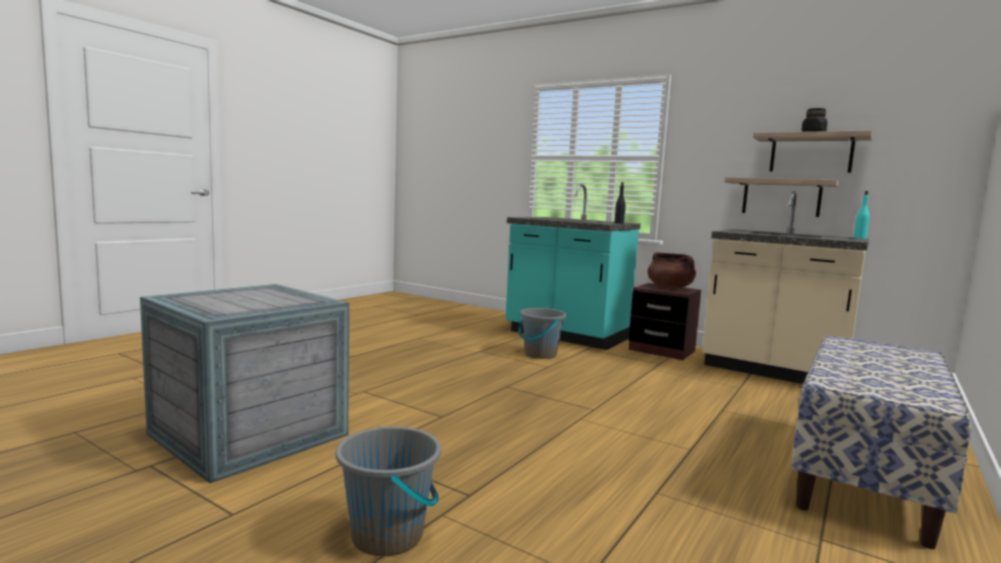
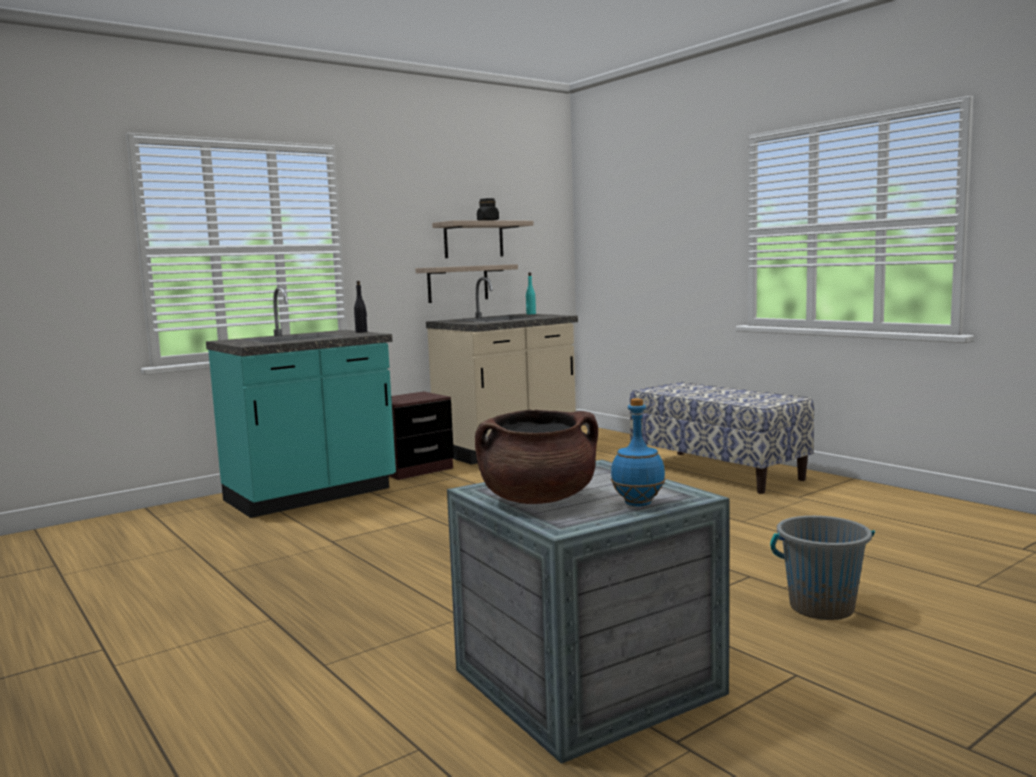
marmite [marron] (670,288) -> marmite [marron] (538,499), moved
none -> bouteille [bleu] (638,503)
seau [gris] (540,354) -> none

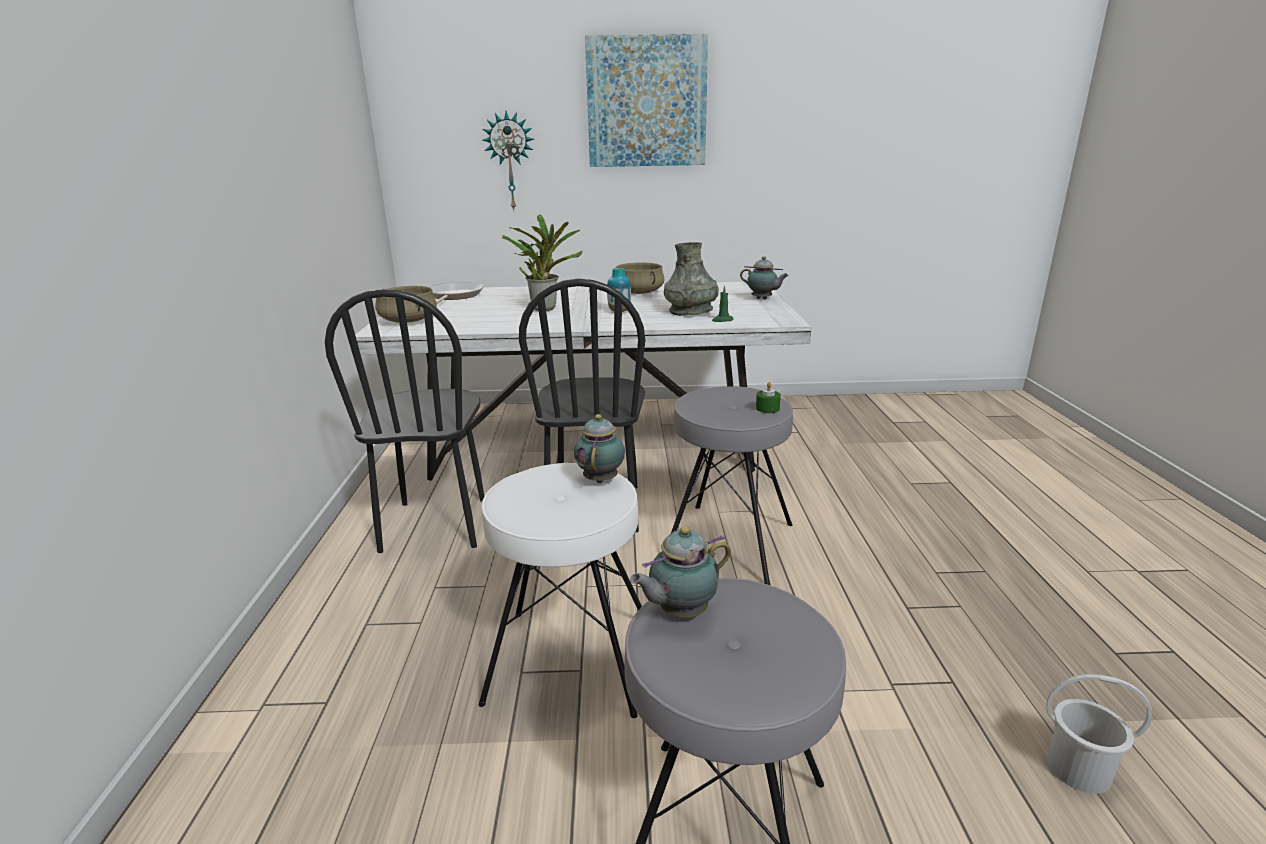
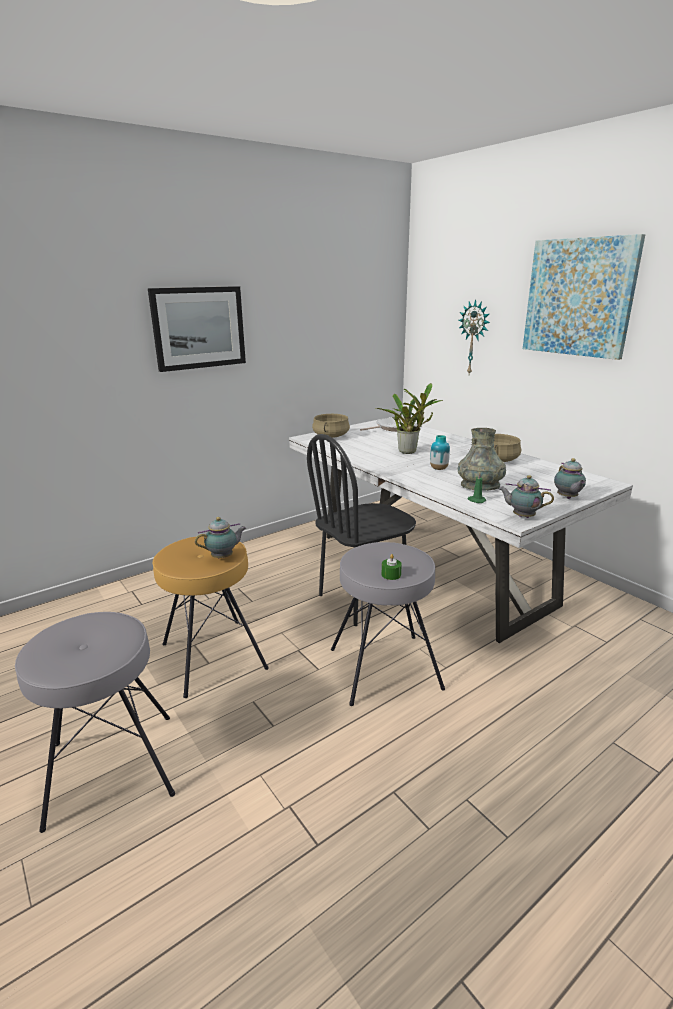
none -> tableau (199,328)
tabouret [blanc] (570,661) -> tabouret [marron] (213,656)
théière (680,612) -> théière (522,516), moved
chaise [noir] (436,524) -> none
seau [blanc] (1079,770) -> none

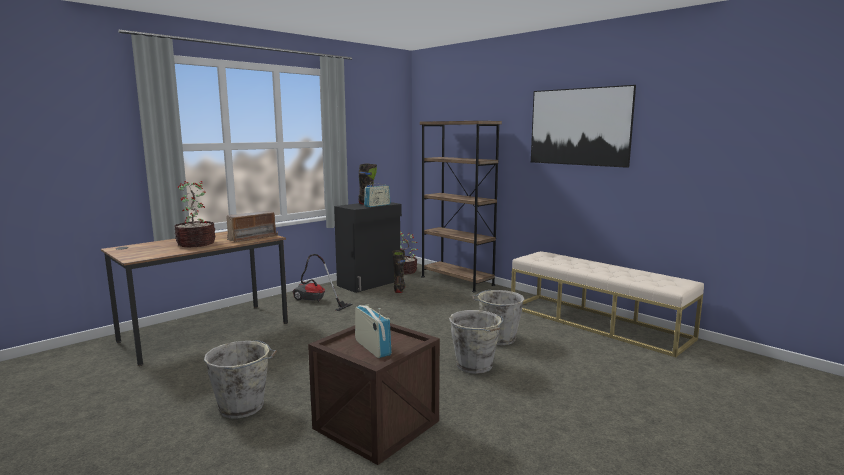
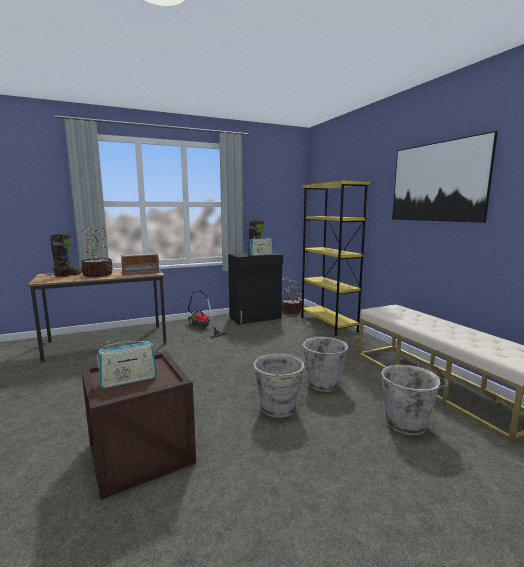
botte [noir] (399,289) -> botte [noir] (69,275), moved
radio (372,347) -> radio (129,381), 75 degrees clockwise
bibliothèque [marron] (457,281) -> bibliothèque [jaune] (328,324)
seau [gris] (243,407) -> seau [gris] (407,424), moved

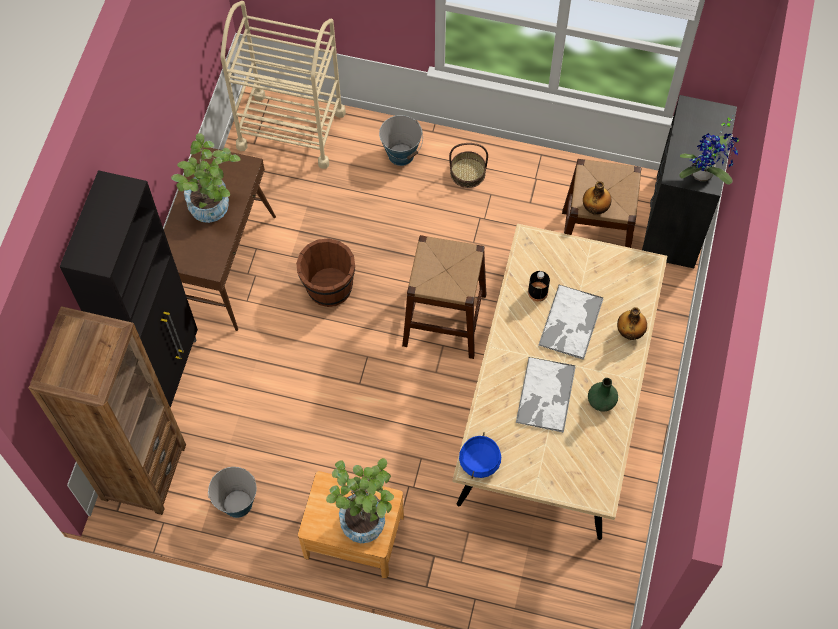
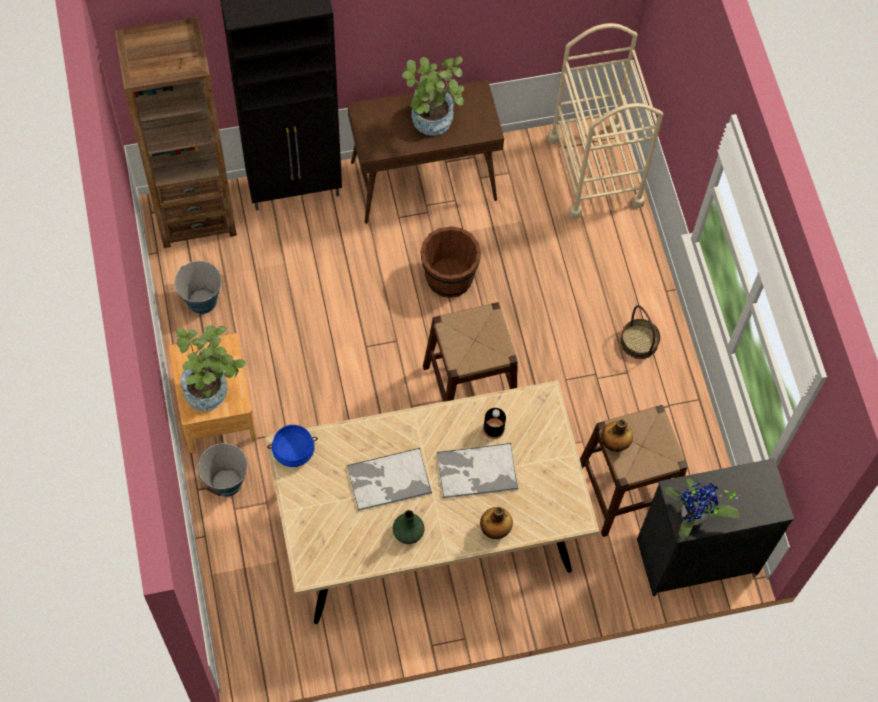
seau (401,154) -> seau (227,482), moved

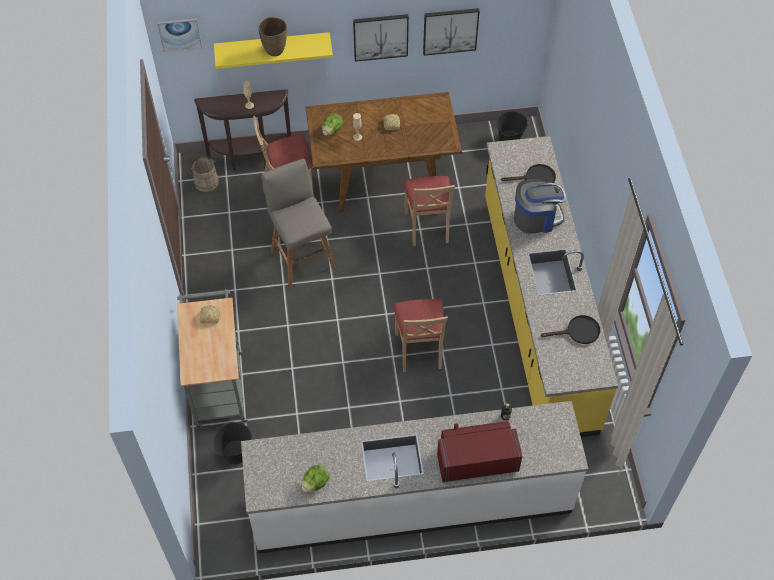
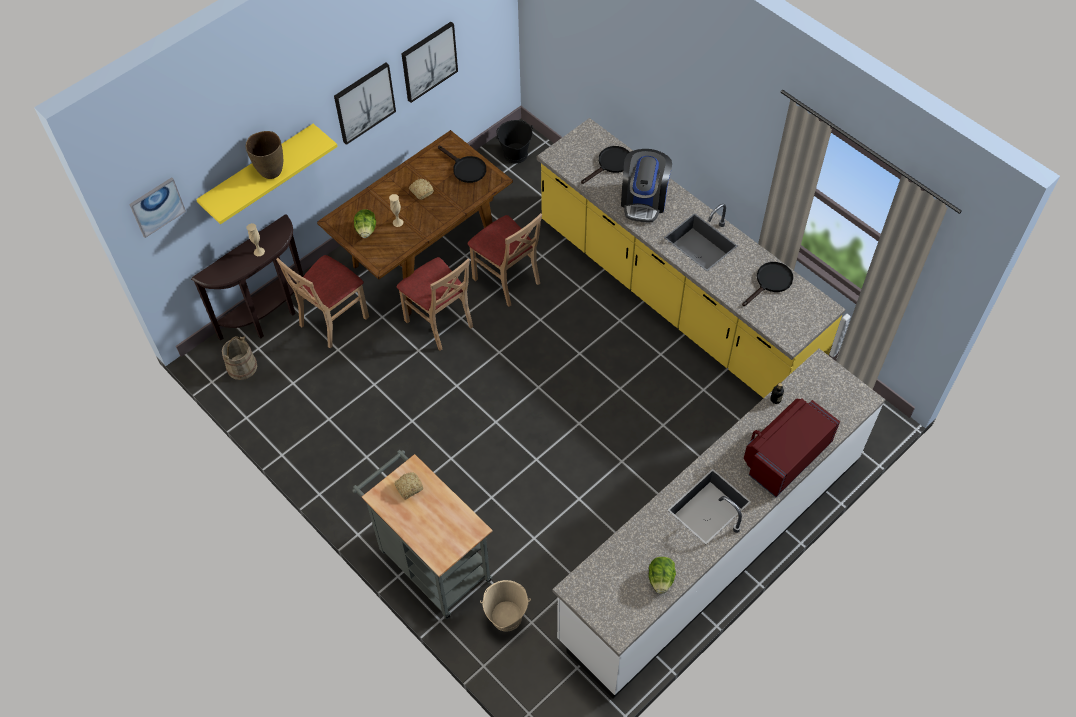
chaise [beige] (419,349) -> chaise [beige] (439,322), moved
none -> poêle [noir] (466,169)
seau [noir] (236,452) -> seau [beige] (506,616)
machine à café (536,218) -> machine à café (644,200), 150 degrees clockwise
tabouret [gris] (302,257) -> none

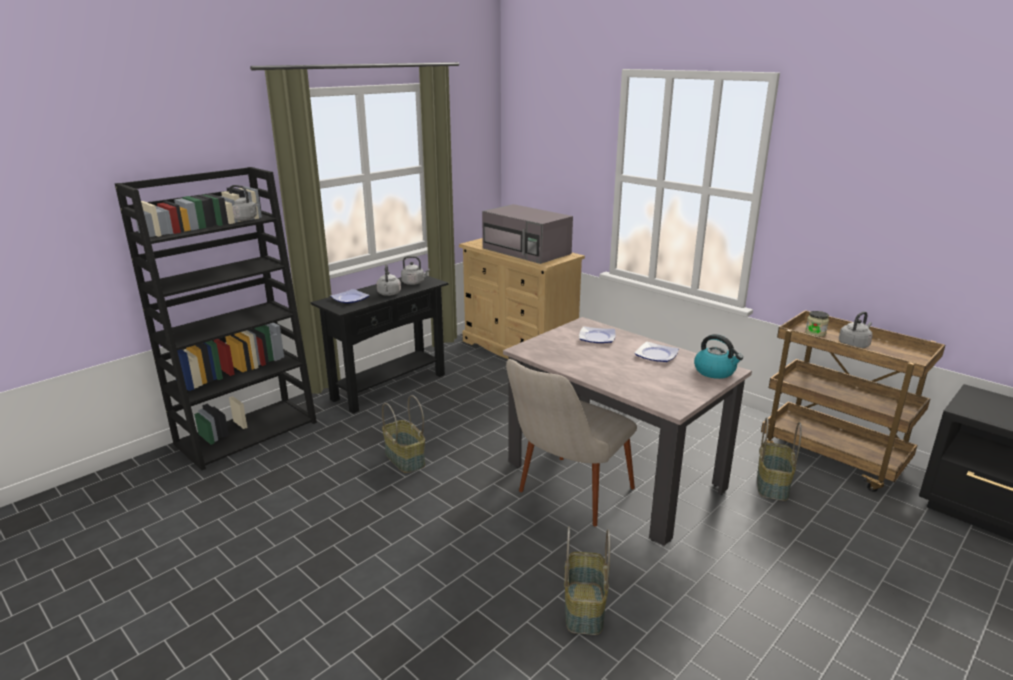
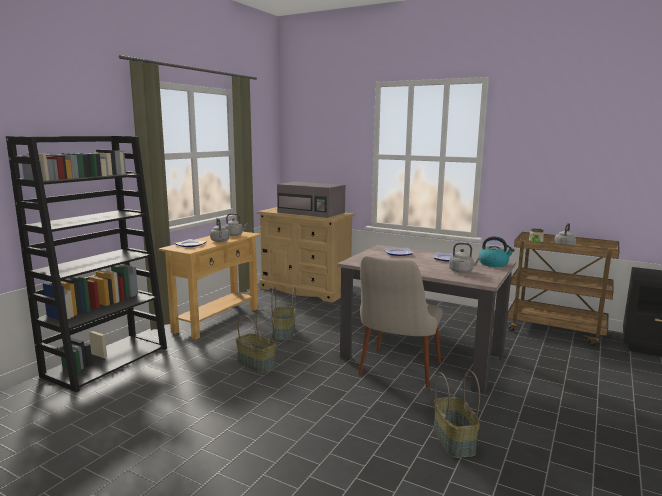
table console [noir] (389,387) -> table console [beige] (217,320)
panier (773,484) -> panier (284,333), moved
bouilloire [gris] (244,219) -> bouilloire [gris] (462,271), moved

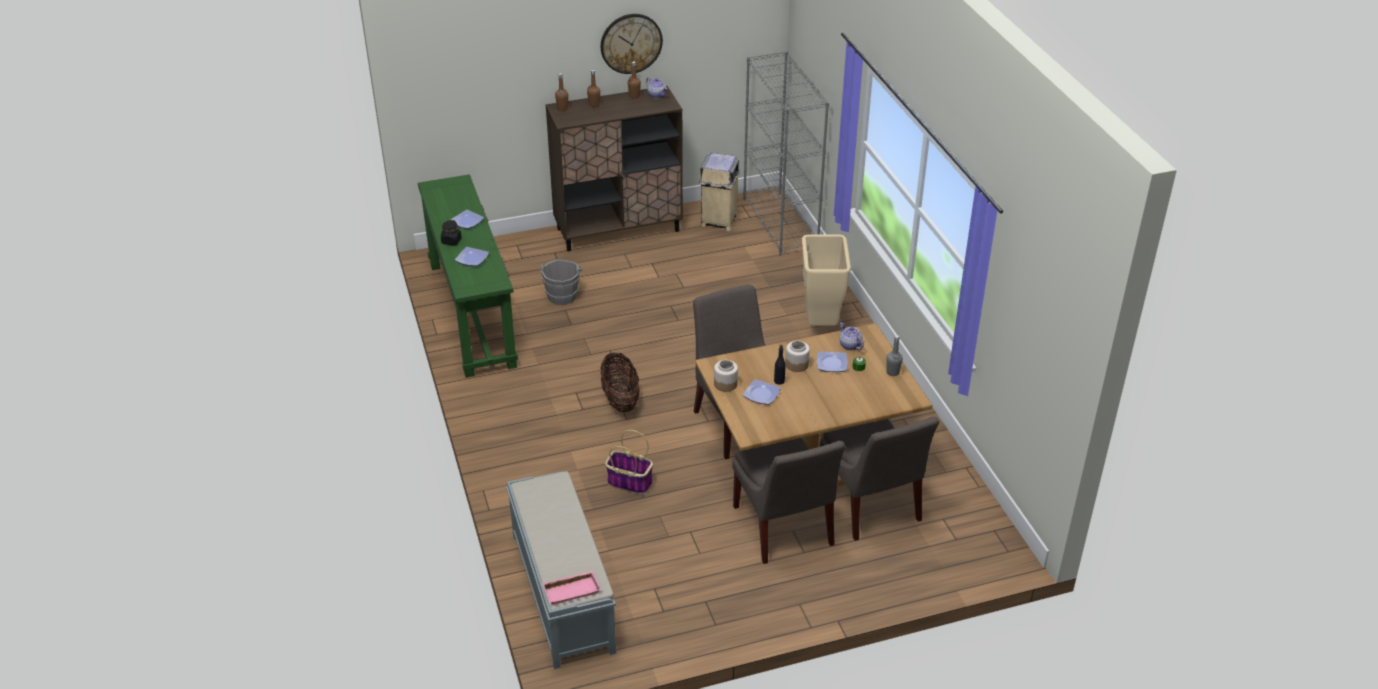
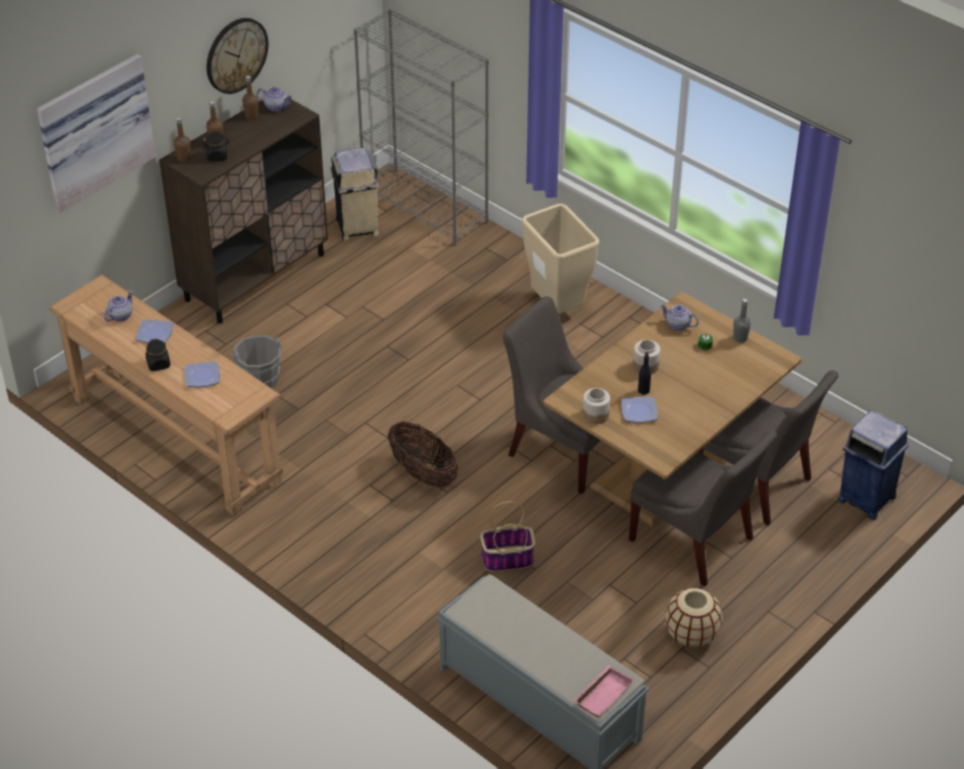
none -> tableau (93,130)
table console [vert] (472,314) -> table console [marron] (175,440)
none -> théière (120,315)
none -> bocal [noir] (217,156)
none -> vase [beige] (691,634)
none -> poubelle [bleu] (865,498)
assiette (831,364) -> none

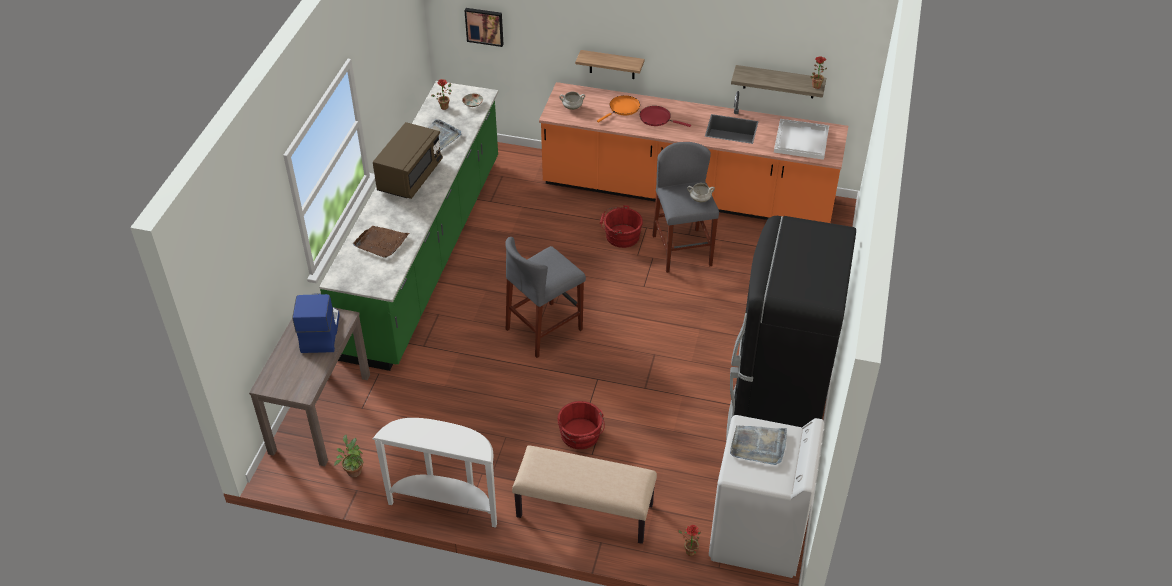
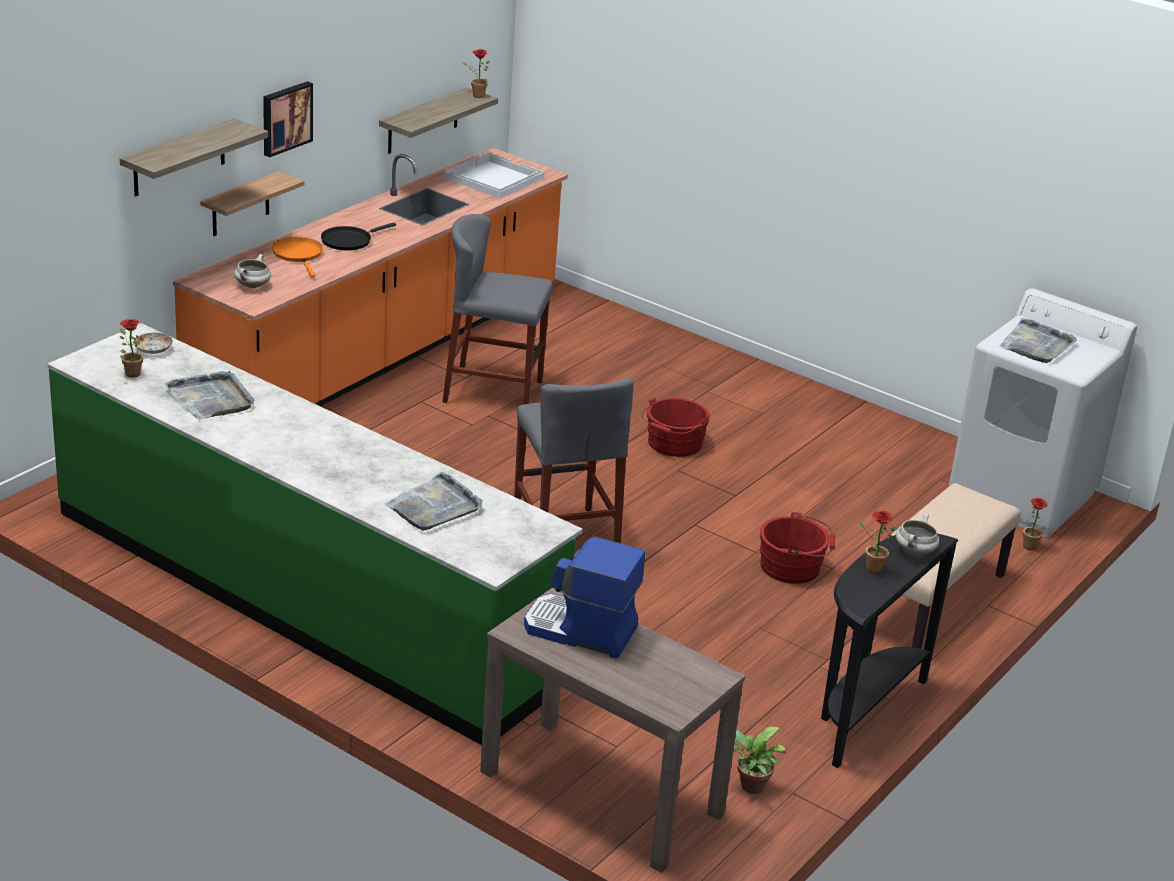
none -> étagère (179,158)
tableau (484,26) -> tableau (285,118), moved
poêle [rouge] (657,118) -> poêle [noir] (349,241)
plateau [marron] (381,243) -> plateau [gris] (434,506)
seau [rouge] (620,236) -> seau [rouge] (673,444), moved
table console [blanc] (446,503) -> table console [noir] (862,713)
none -> plante en pot (870,568)
marmite [blanc] (699,199) -> marmite [blanc] (915,552), moved
micro-ondes [marron] (410,176) -> none
réfrigérateur [noir] (774,419) -> none

